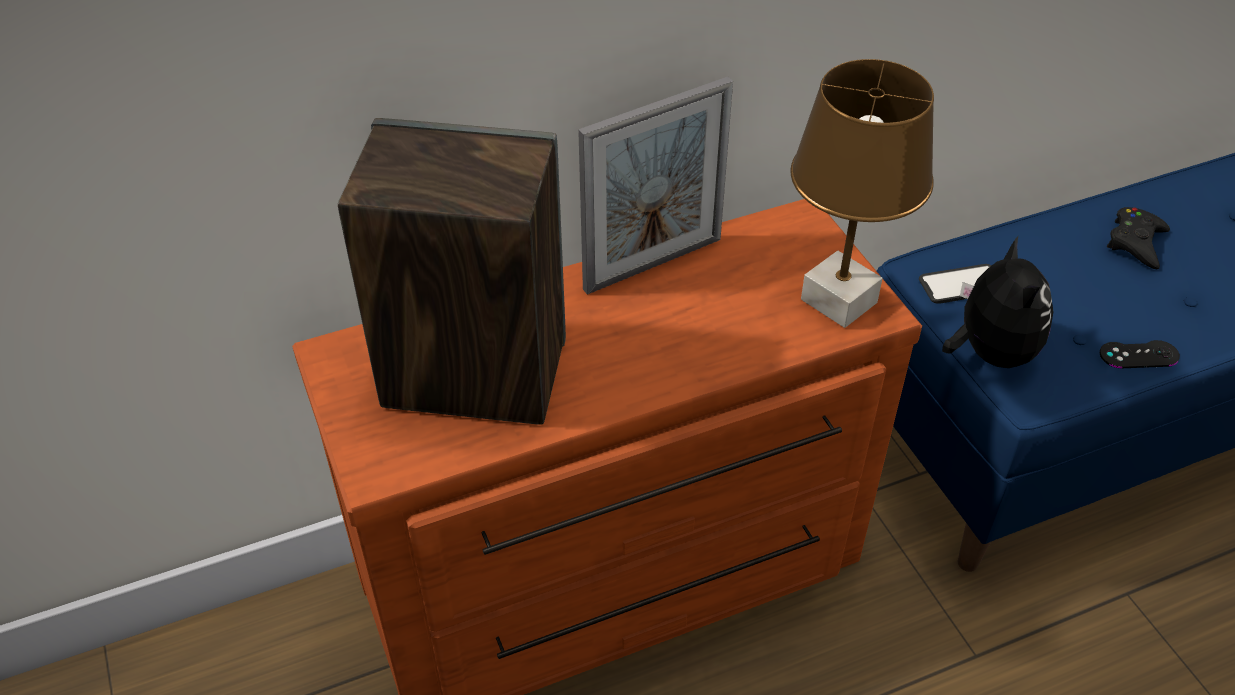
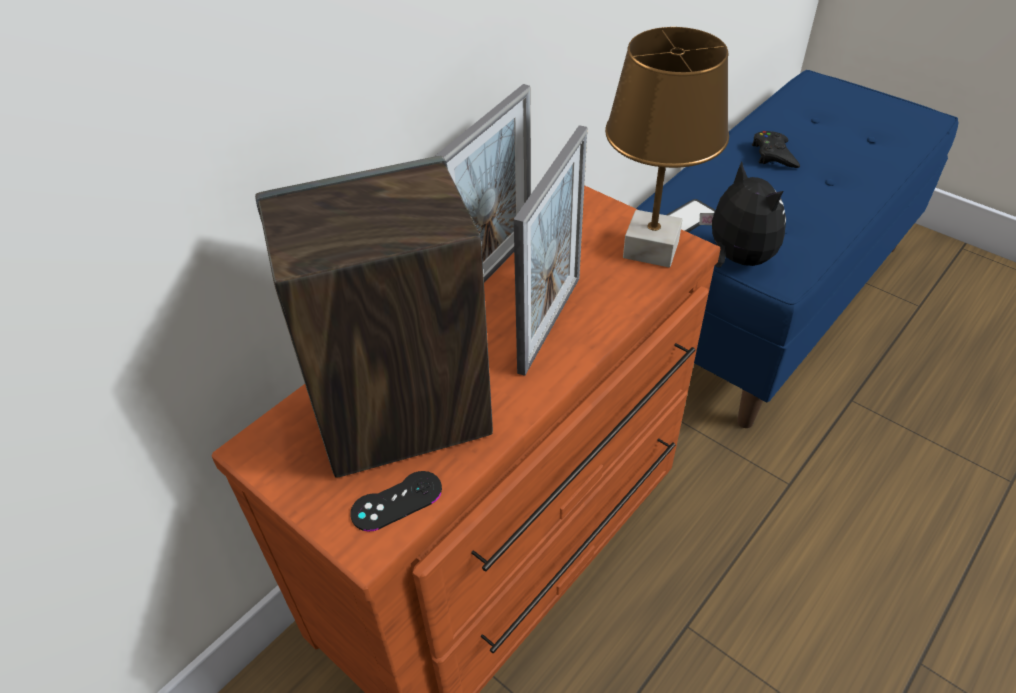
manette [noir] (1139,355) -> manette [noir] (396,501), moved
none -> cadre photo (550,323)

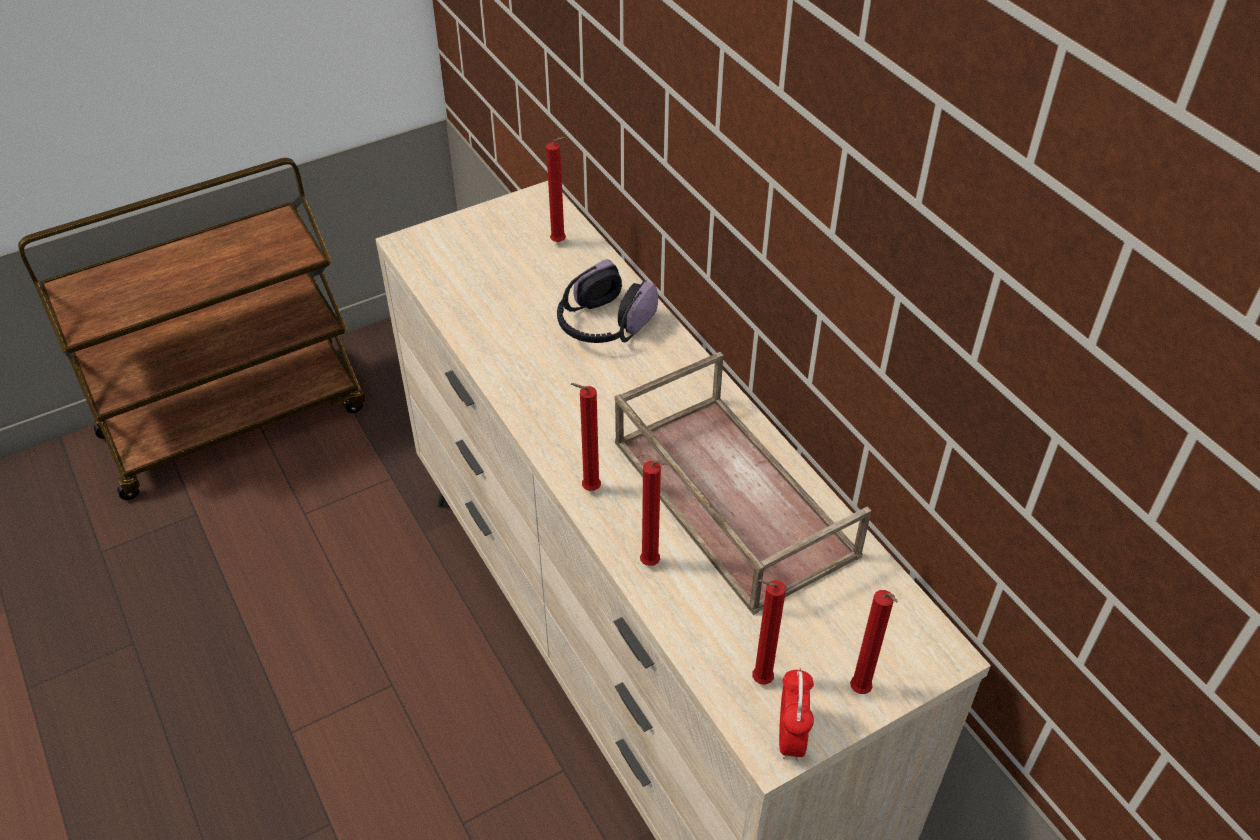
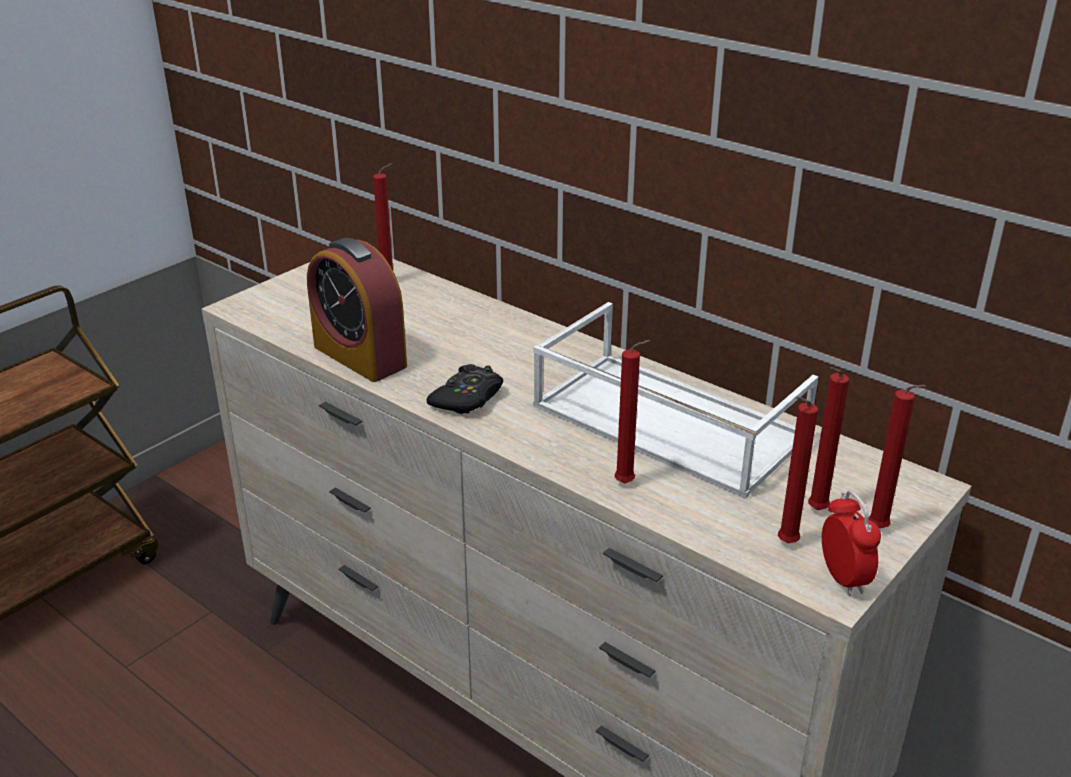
none -> réveil (360,356)
none -> manette [noir] (467,398)
plateau [marron] (729,497) -> plateau [blanc] (664,422)
bougie [rouge] (588,489) -> bougie [rouge] (815,511), moved
casque audio (603,325) -> none

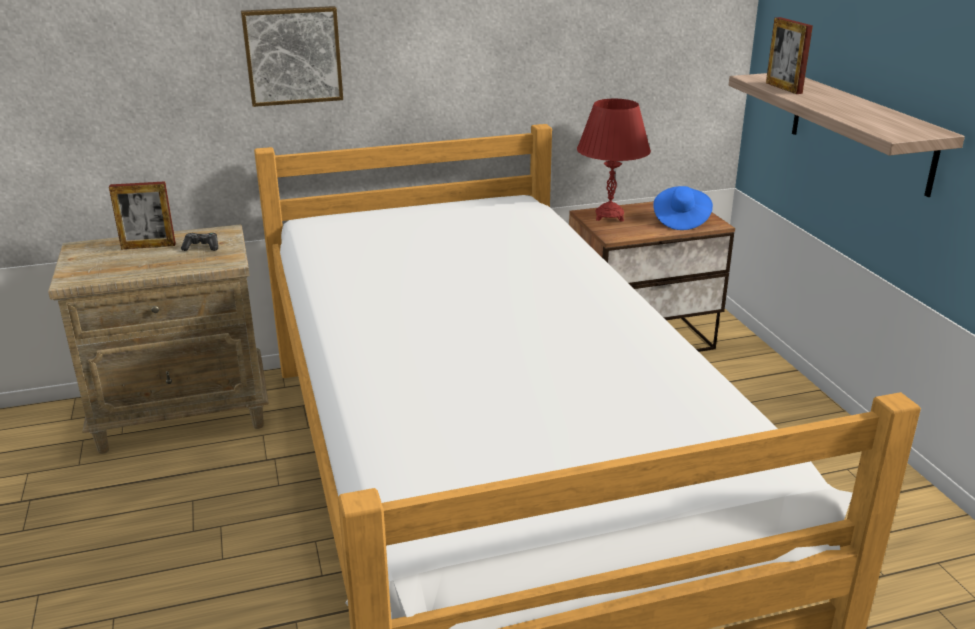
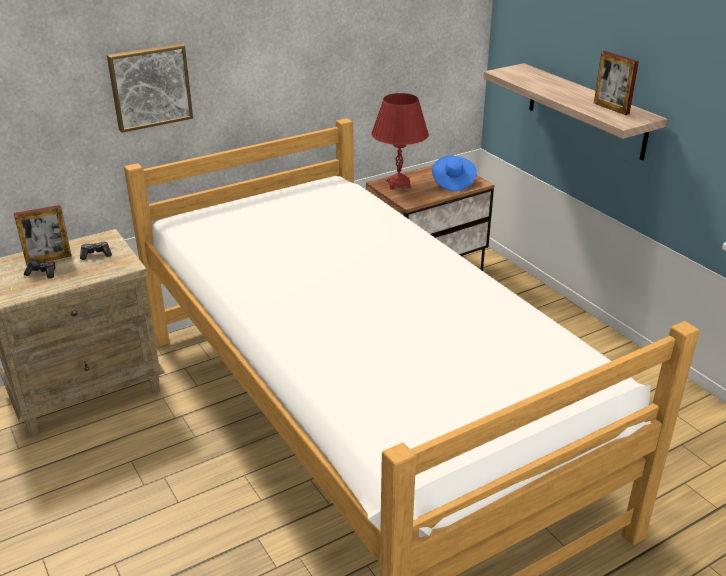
none -> manette (42,273)
cadre photo (783,88) -> cadre photo (611,108), moved

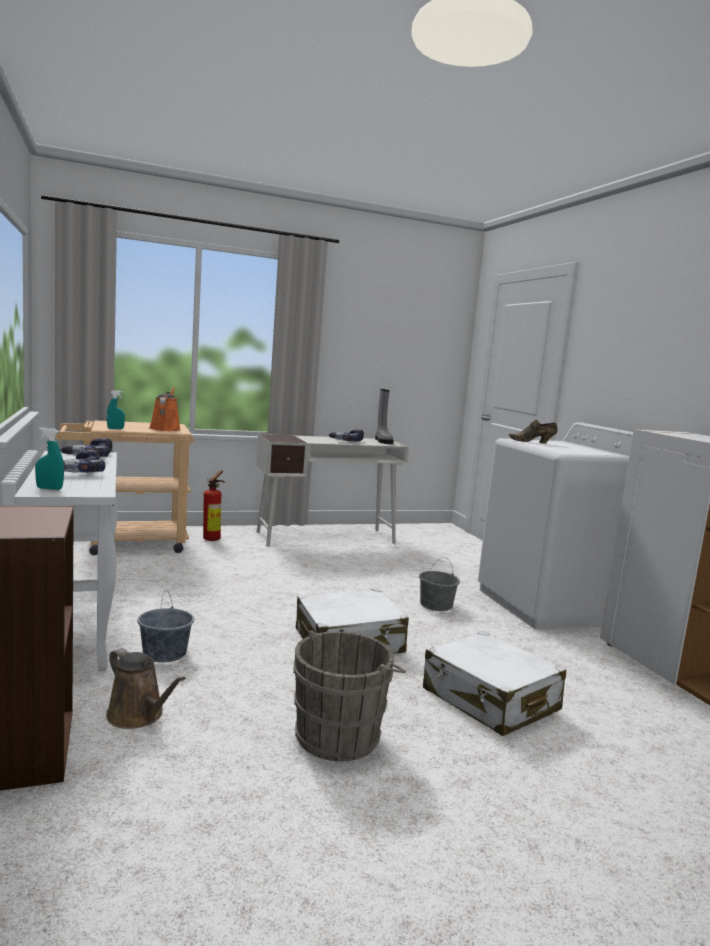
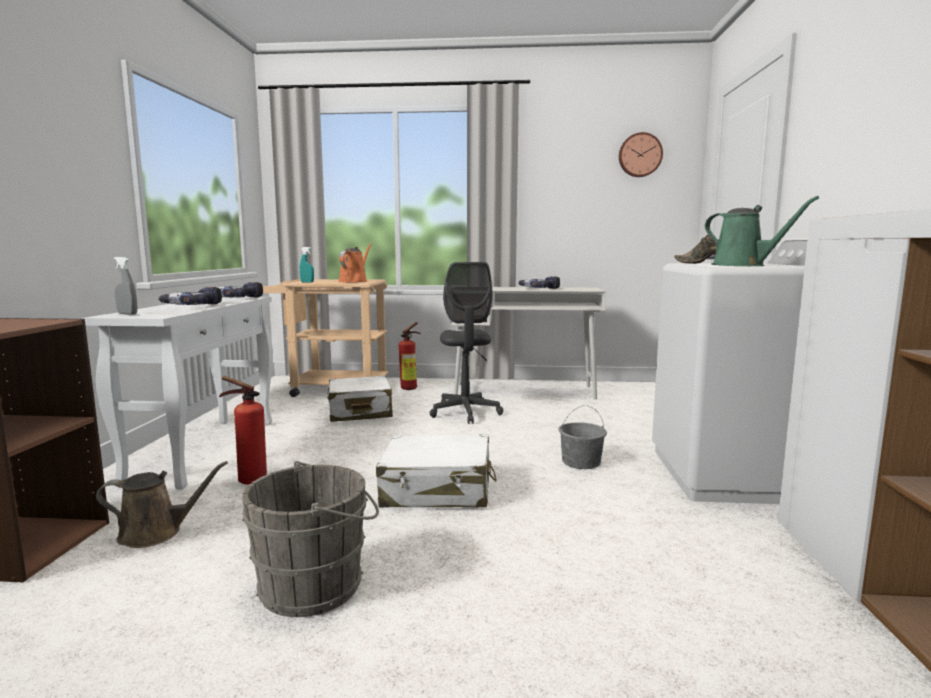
arrosoir [marron] (138,715) -> arrosoir [marron] (156,533), 75 degrees counterclockwise
vaporisateur [turquoise] (49,488) -> vaporisateur [gris] (127,314)
seau [gris] (164,653) -> extincteur (248,481)
valise [blanc] (490,700) -> valise [blanc] (360,412), moved
none -> chaise de bureau [gris] (465,413)
none -> horloge murale (640,155)
none -> arrosoir [vert] (743,265)
botte [gris] (382,441) -> none

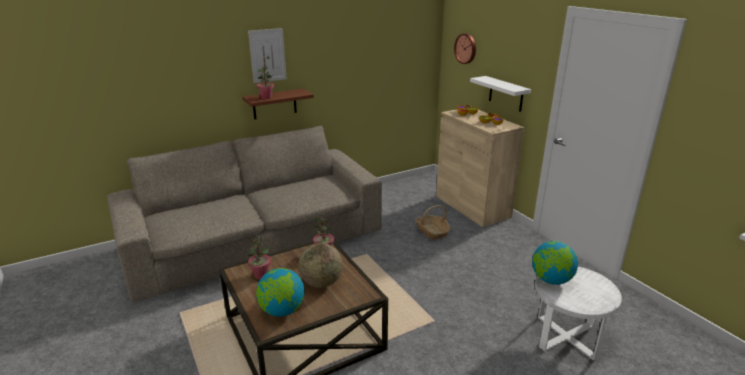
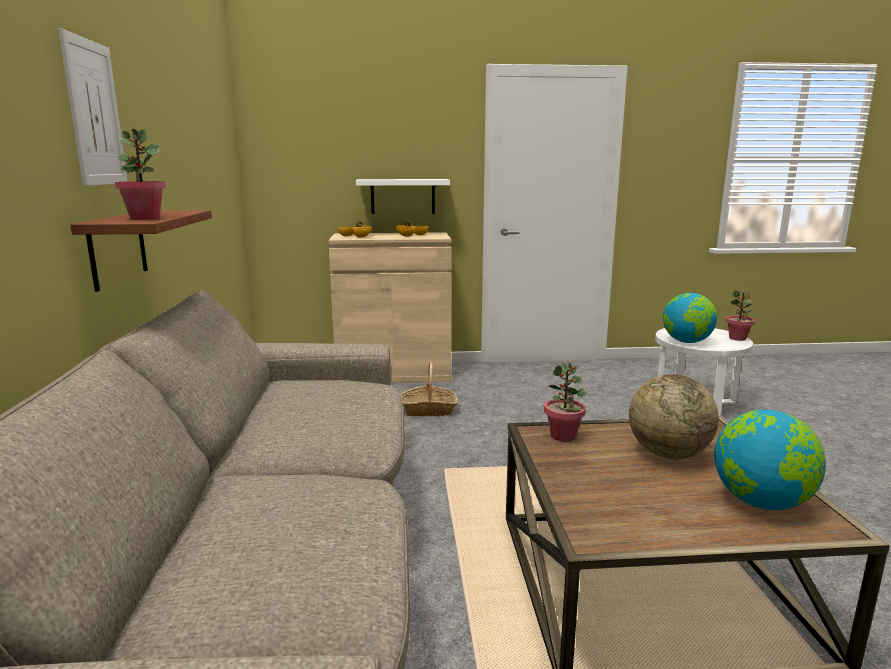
plante en pot (261,275) -> plante en pot (737,338), moved
horloge murale (466,48) -> none

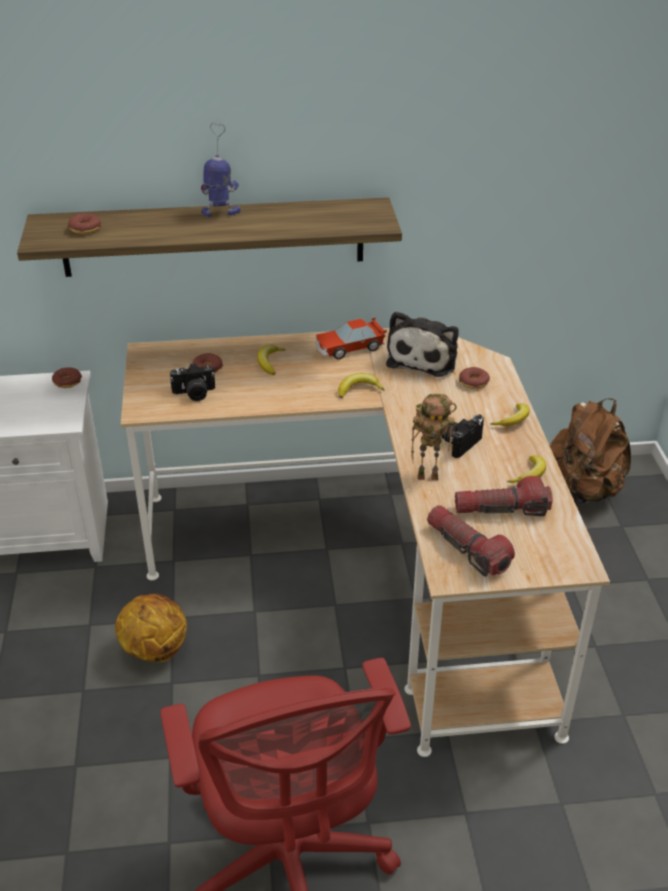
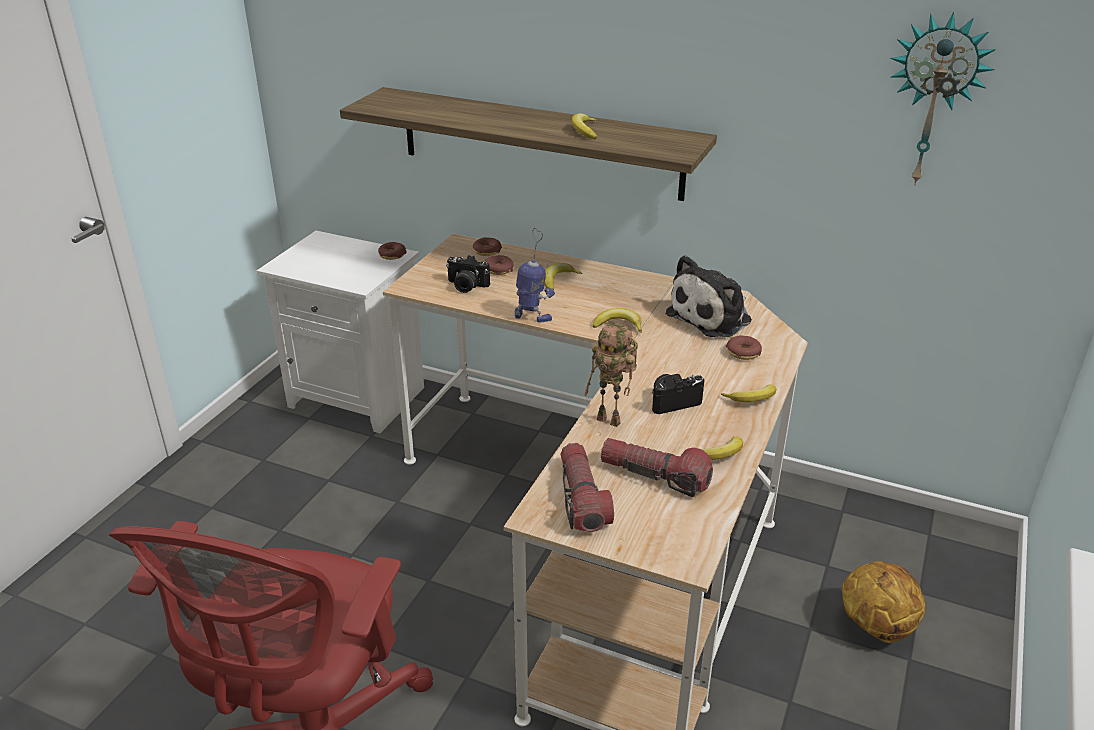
beignet (85,229) -> beignet (487,251), moved
robot jouet (221,213) -> robot jouet (532,317), moved
none -> banane (584,131)
ballon de basket (154,650) -> ballon de basket (875,626), moved
none -> horloge murale (933,100)
petite voiture (349,348) -> none
sac à dos [marron] (582,490) -> none

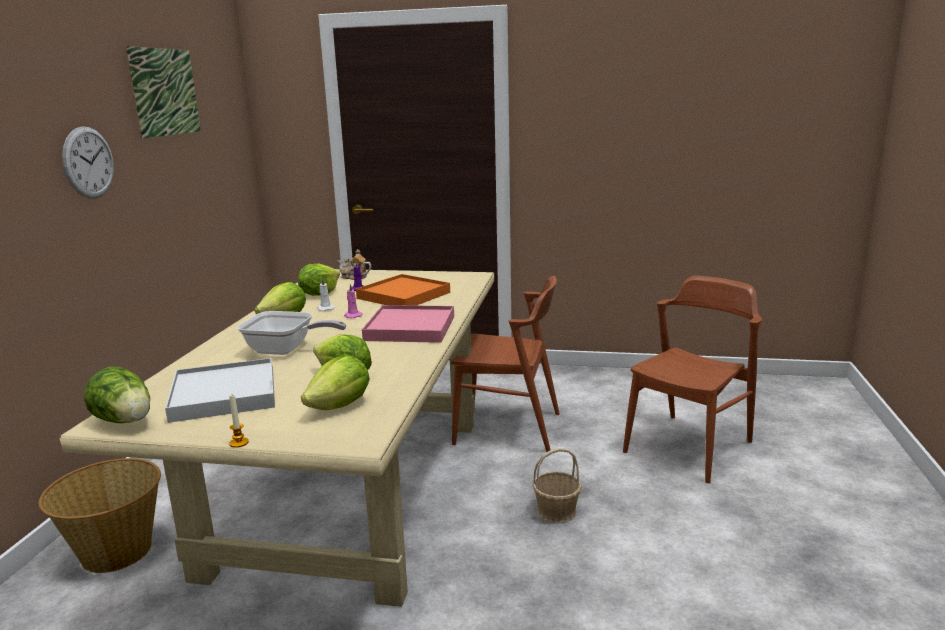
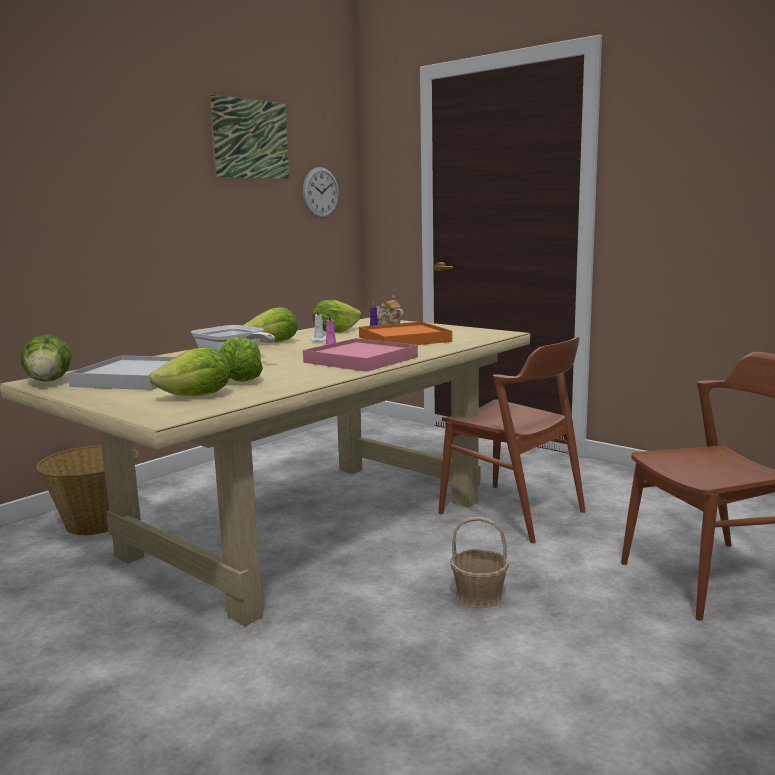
horloge murale (88,162) -> horloge murale (321,193), moved
bougie (239,443) -> none

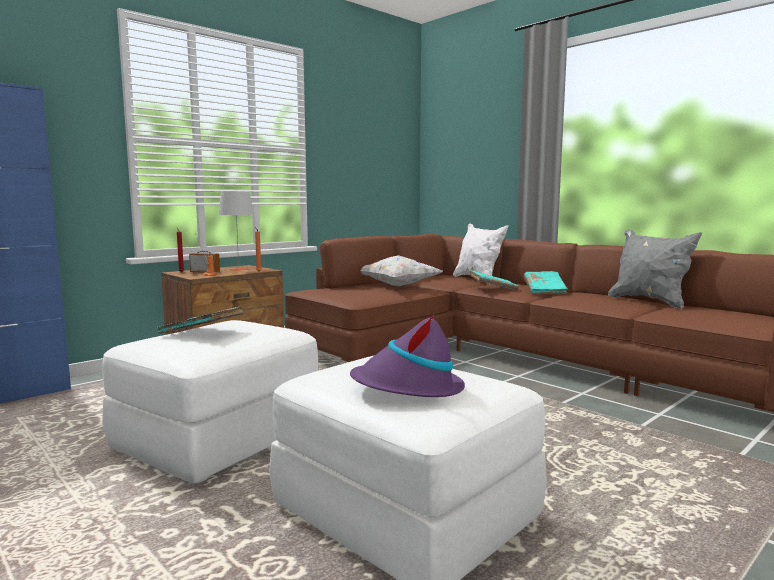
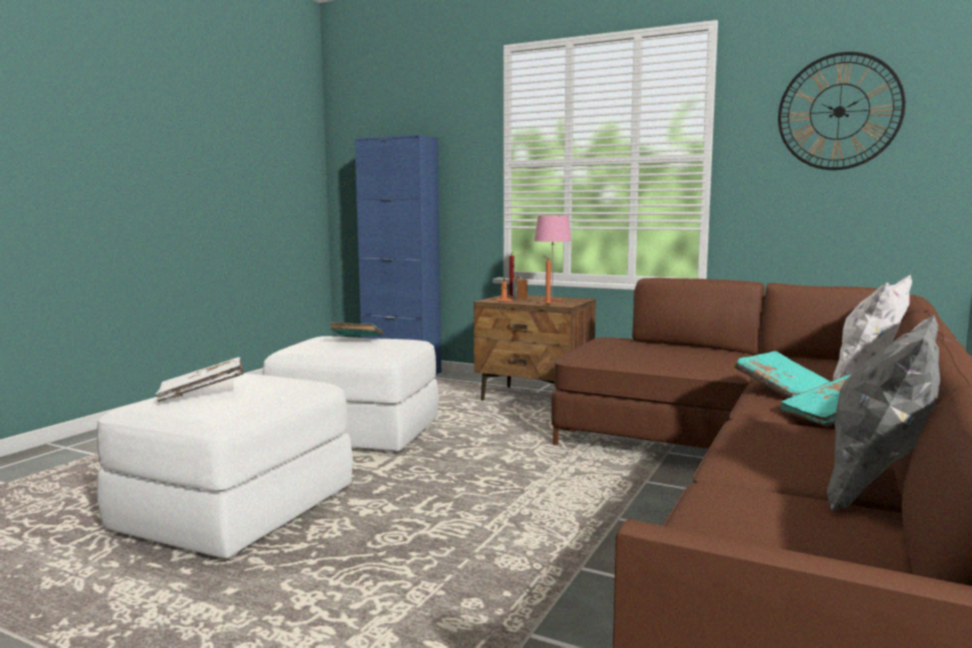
chapeau [violet] (408,388) -> livre [blanc] (203,394)
lampe de table [gris] (238,269) -> lampe de table [rose] (552,301)
none -> horloge murale (839,111)
coussin [blanc] (397,286) -> none

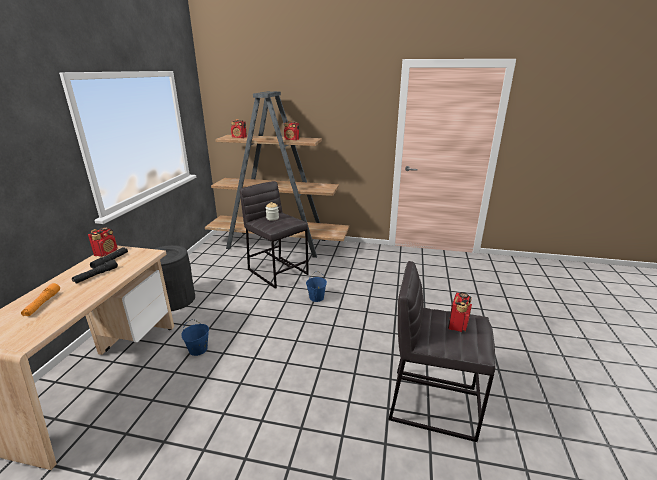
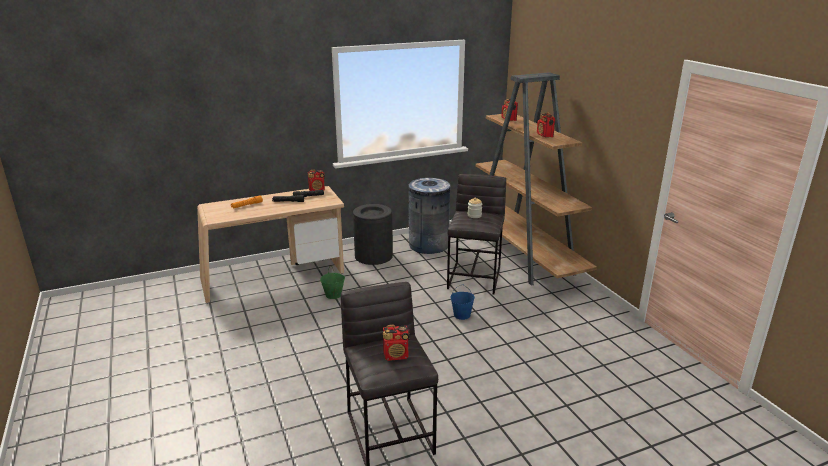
seau [bleu] (198,349) -> seau [vert] (333,295)
none -> poubelle [gris] (428,245)

